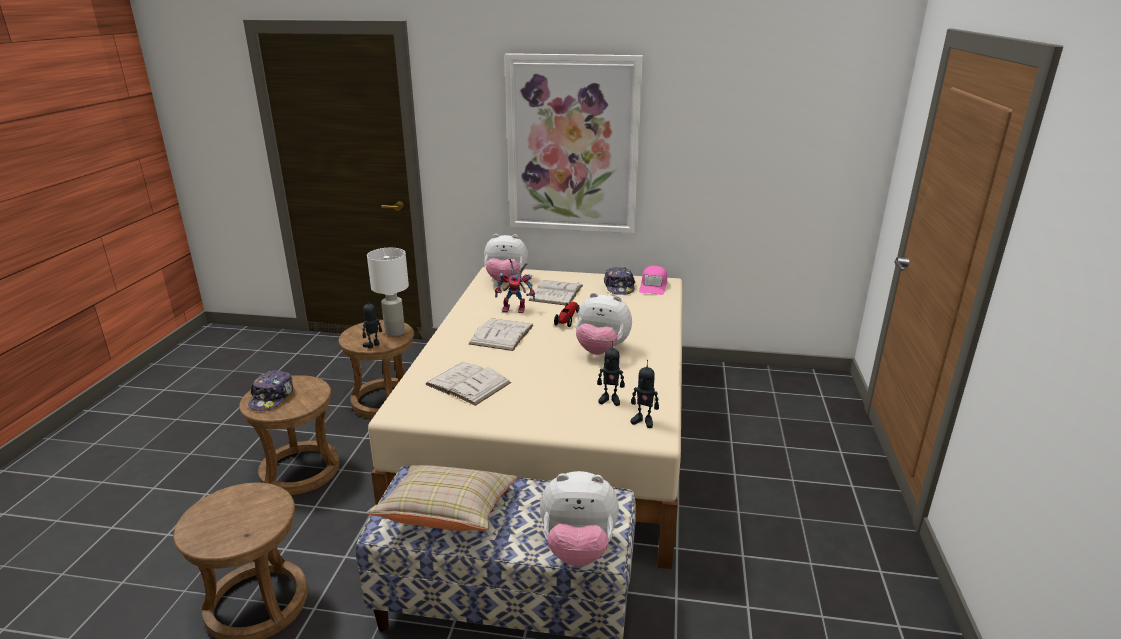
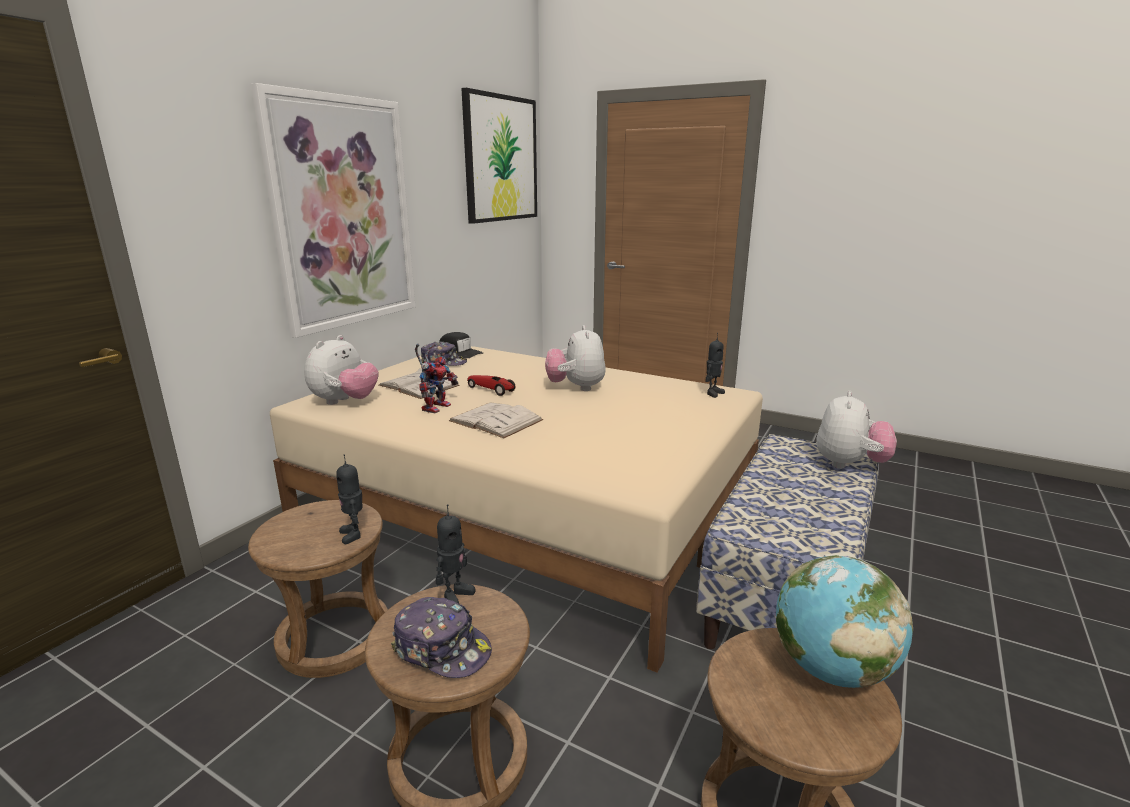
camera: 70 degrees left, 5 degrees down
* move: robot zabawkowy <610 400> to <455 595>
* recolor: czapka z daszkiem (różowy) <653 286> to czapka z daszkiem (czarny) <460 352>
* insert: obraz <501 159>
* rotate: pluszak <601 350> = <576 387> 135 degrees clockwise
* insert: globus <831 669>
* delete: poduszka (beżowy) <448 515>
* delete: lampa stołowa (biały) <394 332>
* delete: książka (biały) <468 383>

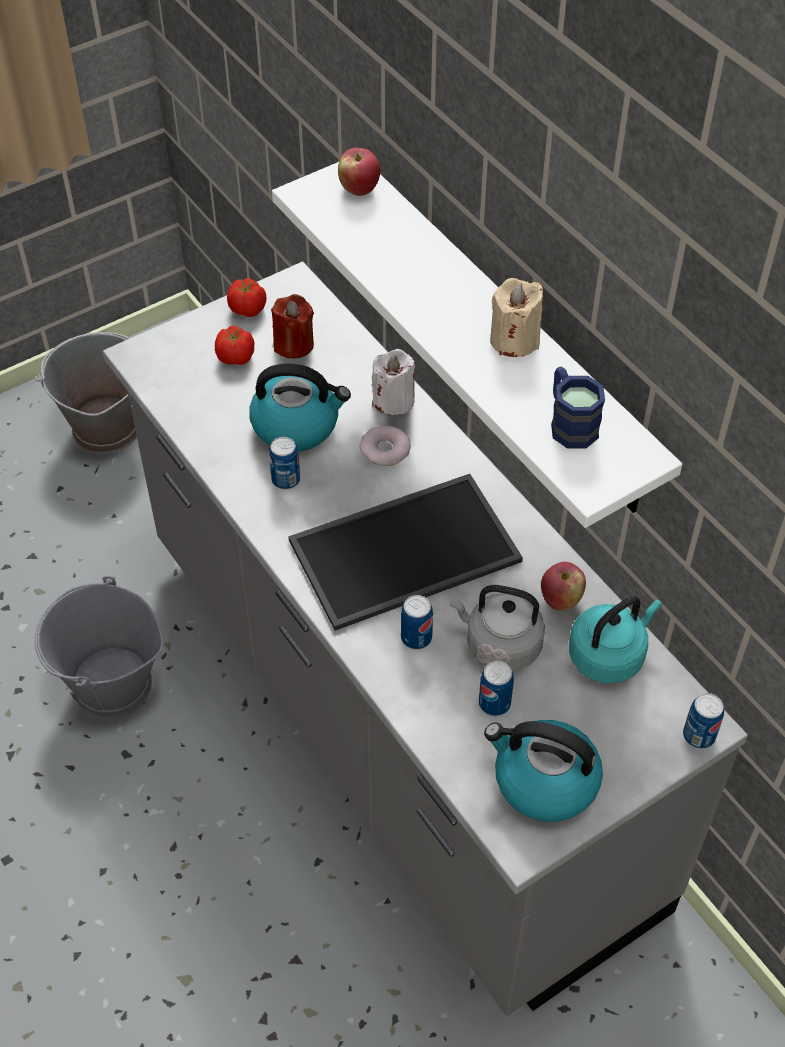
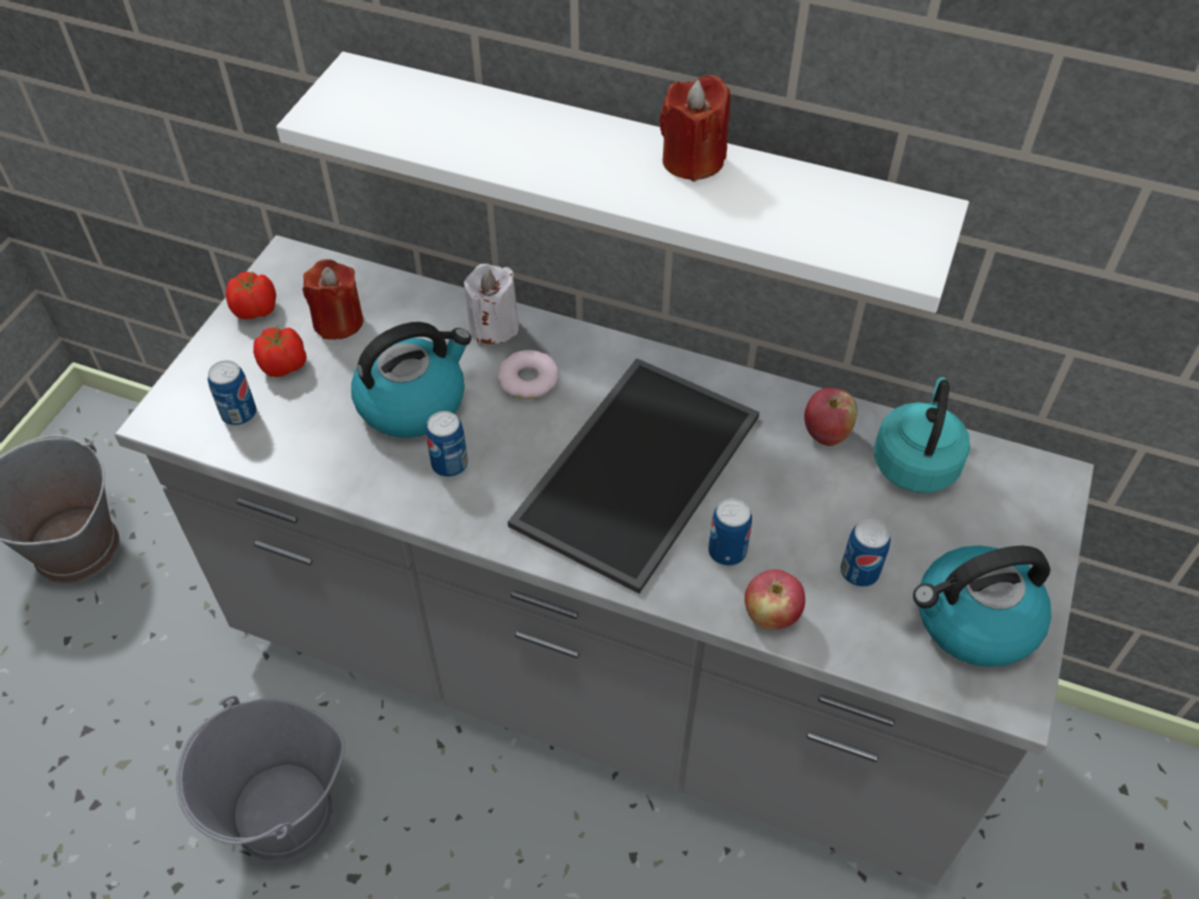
camera: 35 degrees left, 0 degrees up
* move: puszka <699 735> to <239 414>
* recolor: świeca (beżowy) <514 340> to świeca (czerwony) <693 161>
* move: jabłko <359 189> to <770 615>
* delete: czajnik (szary) <499 645>
* delete: kubek (niebieski) <569 423>

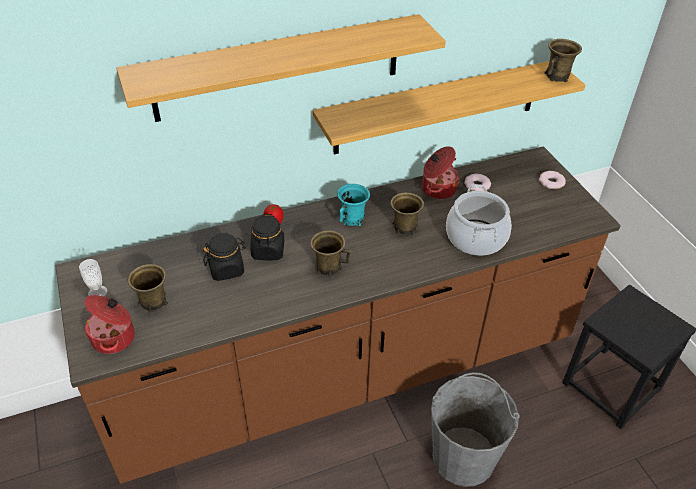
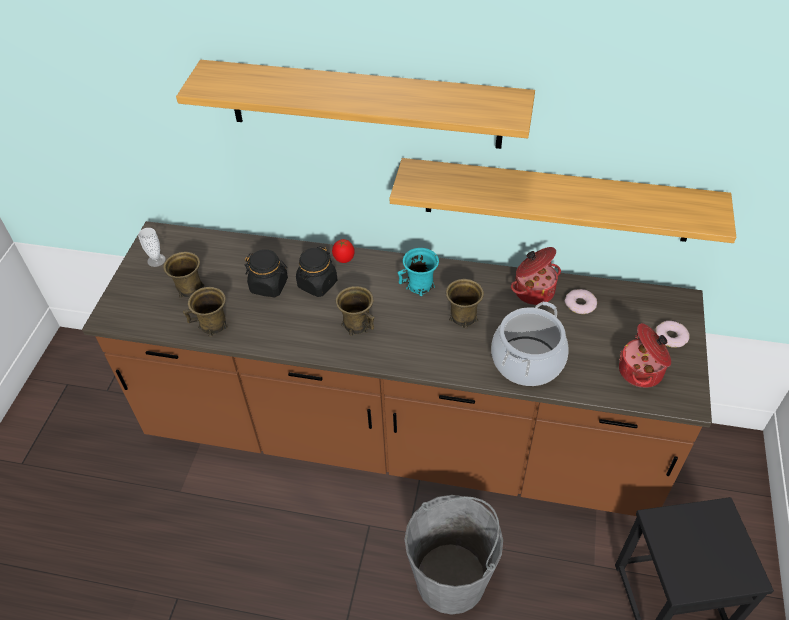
camera: 35 degrees right, 5 degrees up
* move: kubek (brązowy) <558 76> to <213 325>
* move: garnek <115 338> to <642 371>

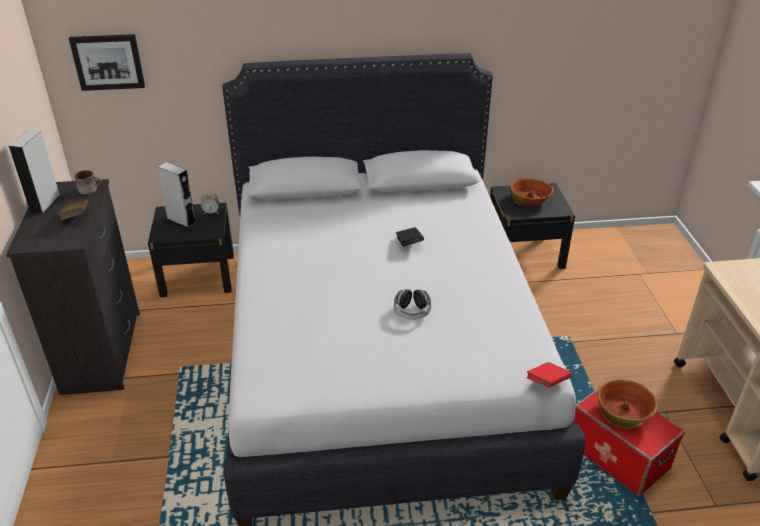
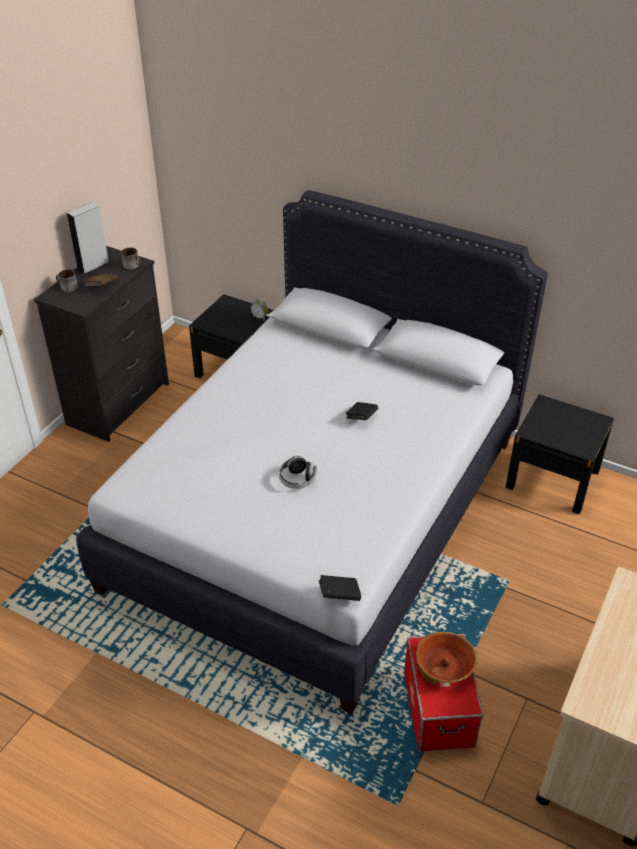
camera: 35 degrees right, 5 degrees up
* insert: kubek <67 287>
* recolor: książka (czerwony) <547 382> to książka (czarny) <339 595>
* delete: obraz <108 62>
* delete: głośnik (szary) <181 220>
* delete: miska <530 199>

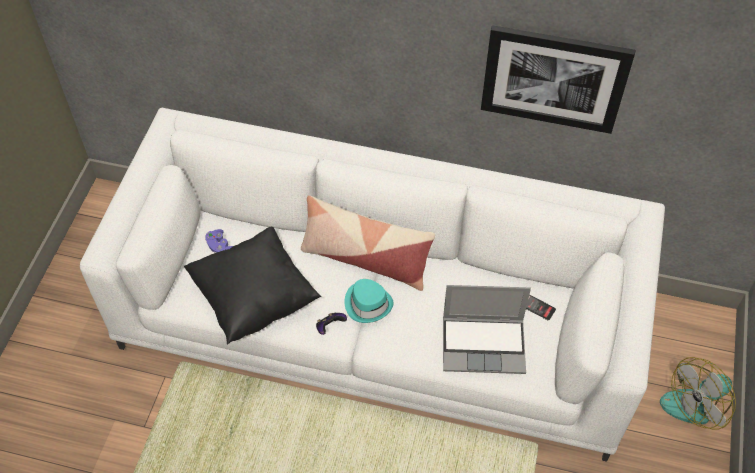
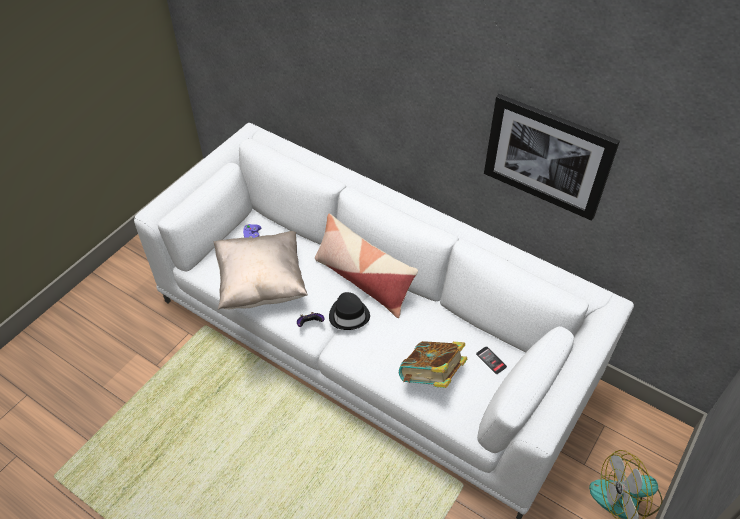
camera: 20 degrees right, 5 degrees down
* recolor: poduszka (czarny) <254 298> to poduszka (beżowy) <261 284>
* recolor: kapelusz (turkusowy) <368 303> to kapelusz (czarny) <349 315>
* replace: laptop <484 344> to książka <431 377>

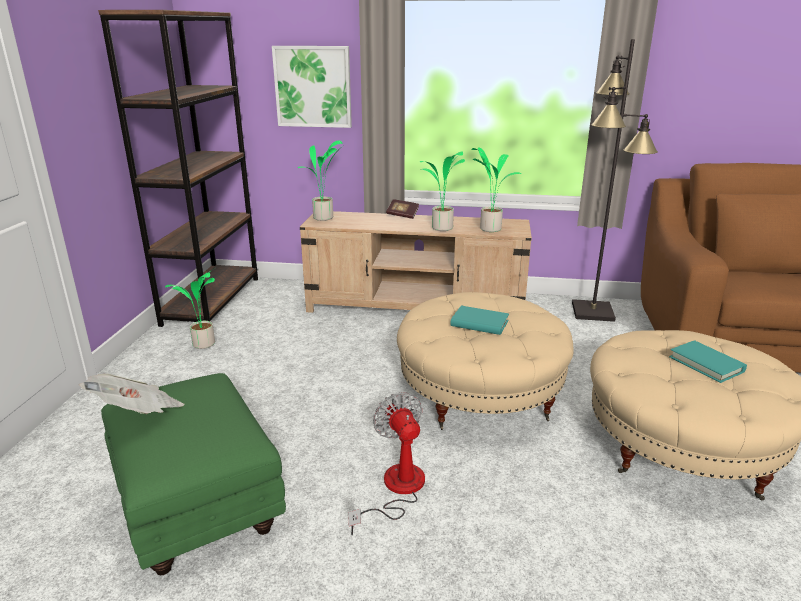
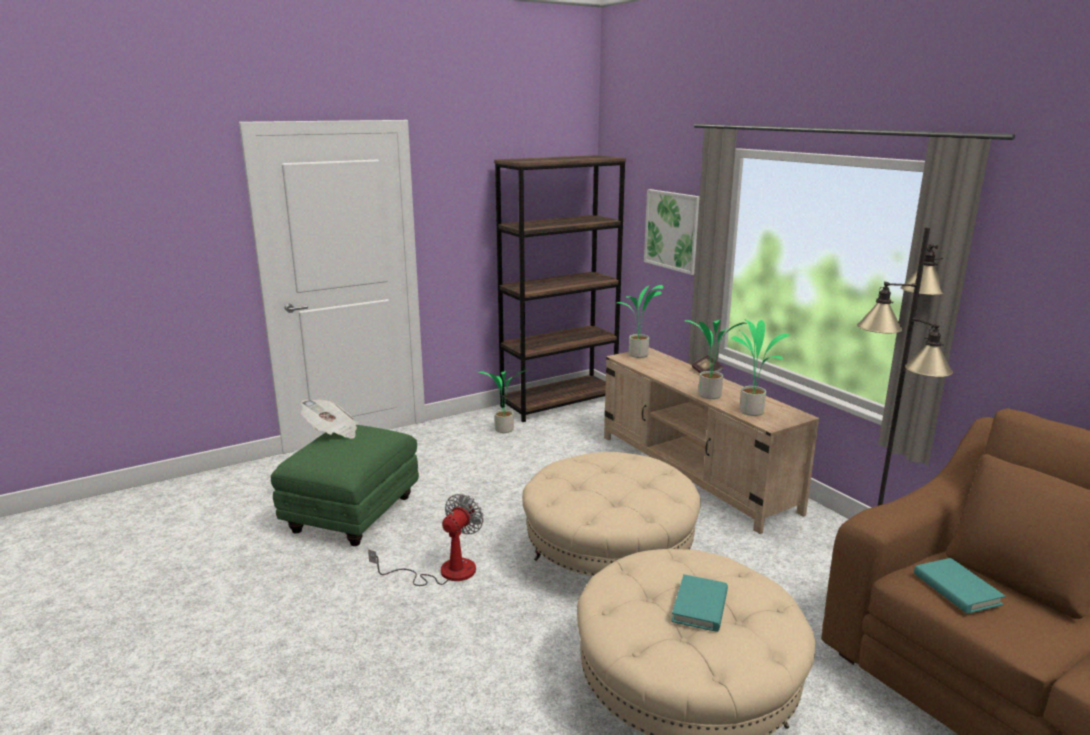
camera: 50 degrees right, 5 degrees down
* move: książka (turkusowy) <479 323> to <956 589>

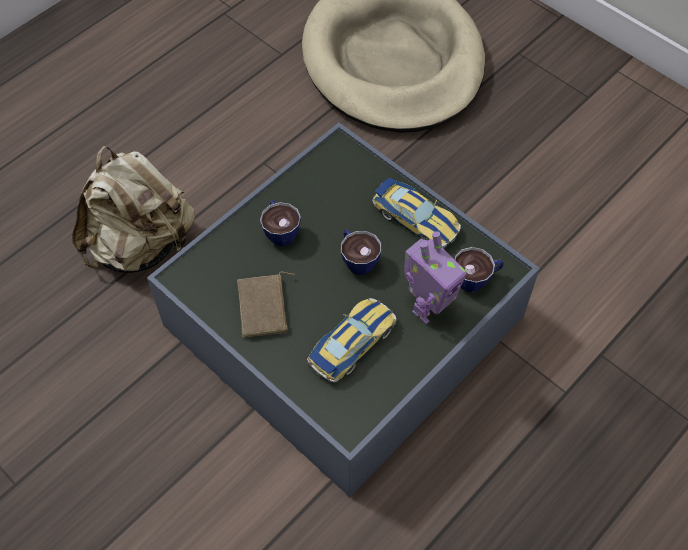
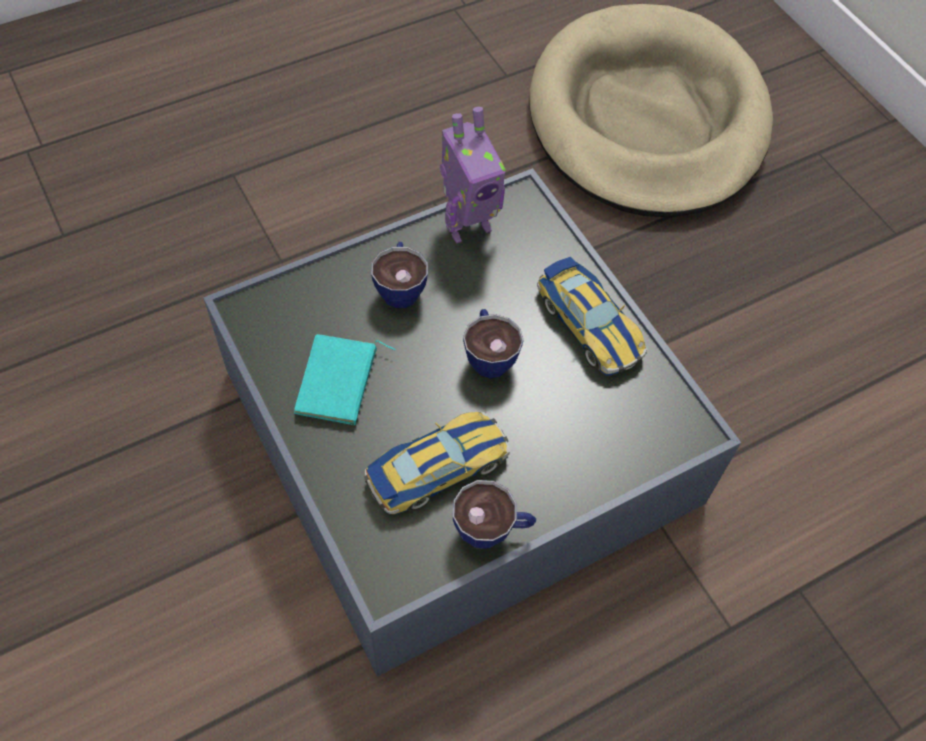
camera: 15 degrees right, 0 degrees up
* recolor: książka (brązowy) <265 308> to książka (turkusowy) <339 383>
* move: robot zabawkowy <427 307> to <467 226>
* move: filiżanka <476 279> to <492 530>
* delete: plecak (beżowy) <141 245>

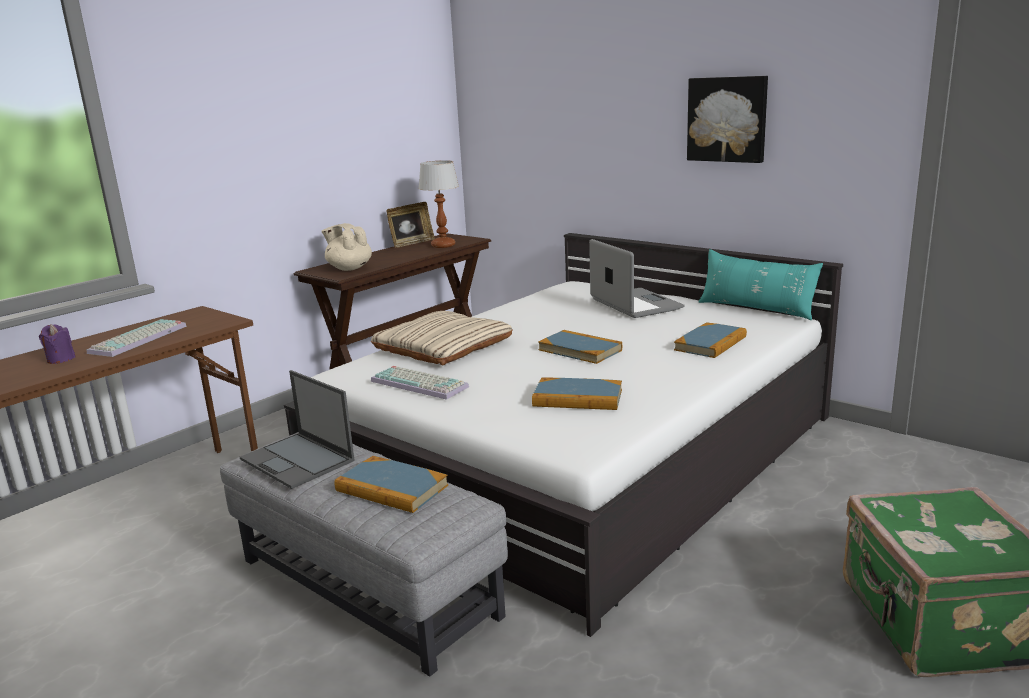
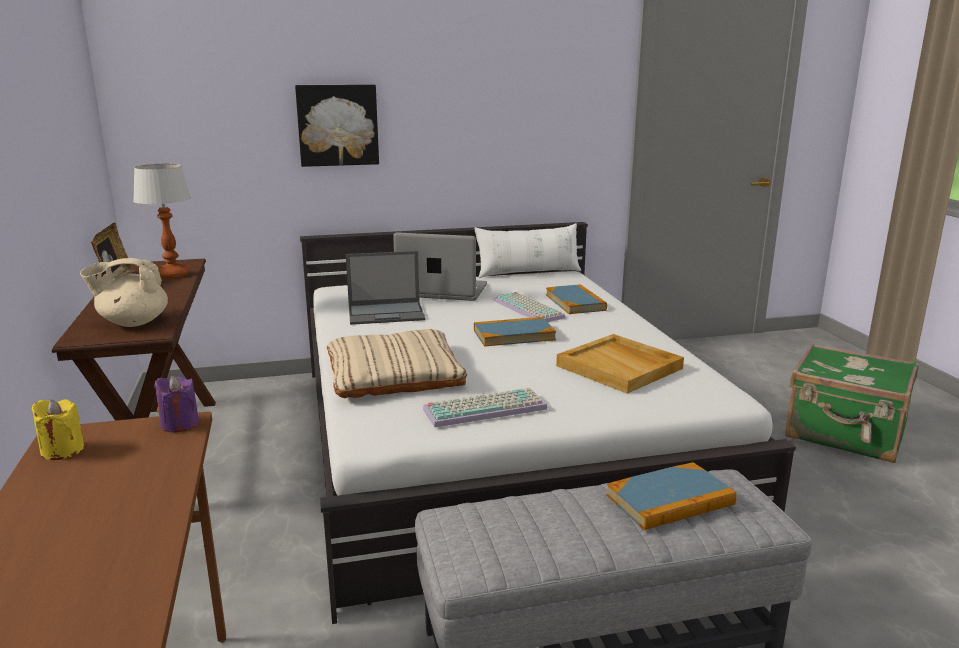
camera: 55 degrees left, 0 degrees up
* insert: świeca (żółty) <62 450>
* move: świeca (fioletowy) <61 359> to <179 424>
* move: obraz <727 119> to <337 125>
* move: laptop <298 460> to <387 313>
* recolor: poduszka (turkusowy) <756 309> to poduszka (biały) <528 273>
* move: klawiatura <139 340> to <530 309>
* replace: książka <577 398> to taca (beżowy) <620 367>

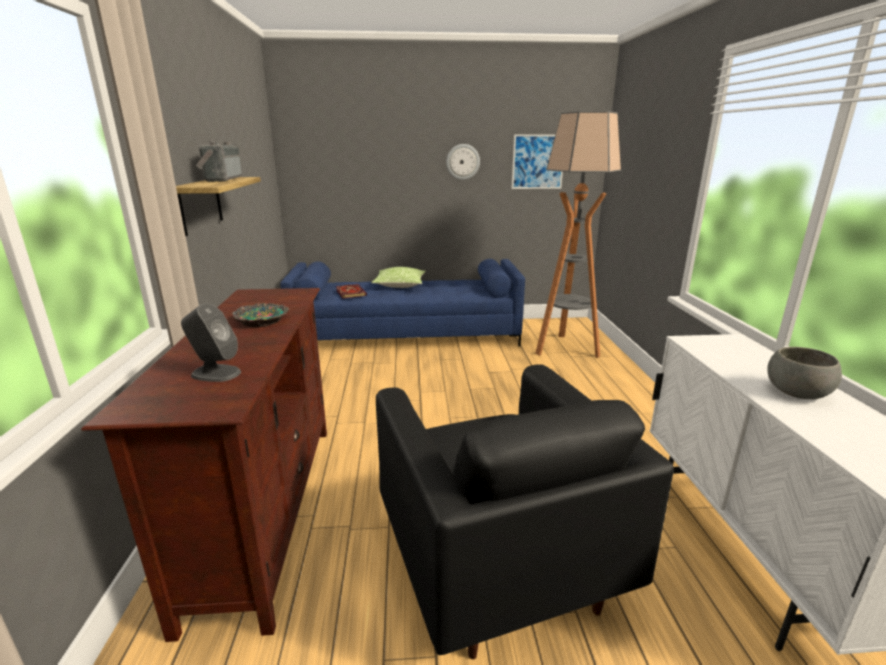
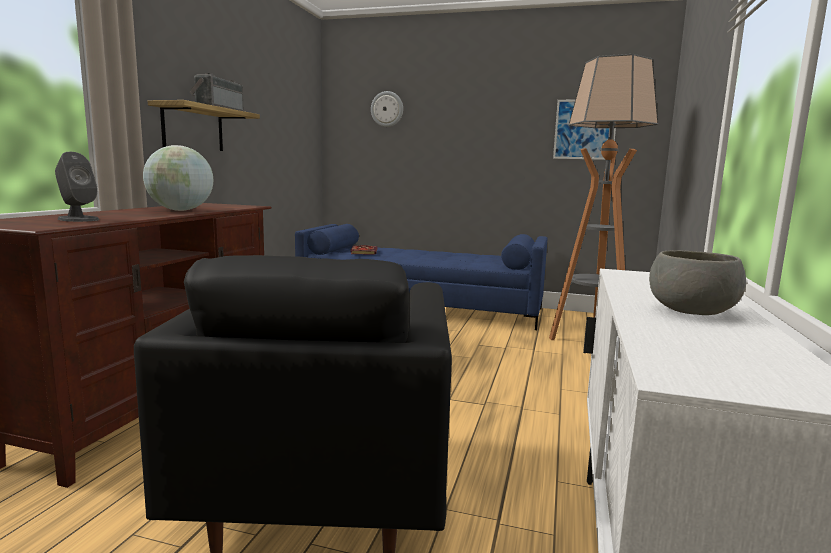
camera: 20 degrees right, 10 degrees down
* replace: miska <263 320> to globus <181 210>
* move: zegar ścienny <462 162> to <387 109>
* delete: poduszka <400 285>

